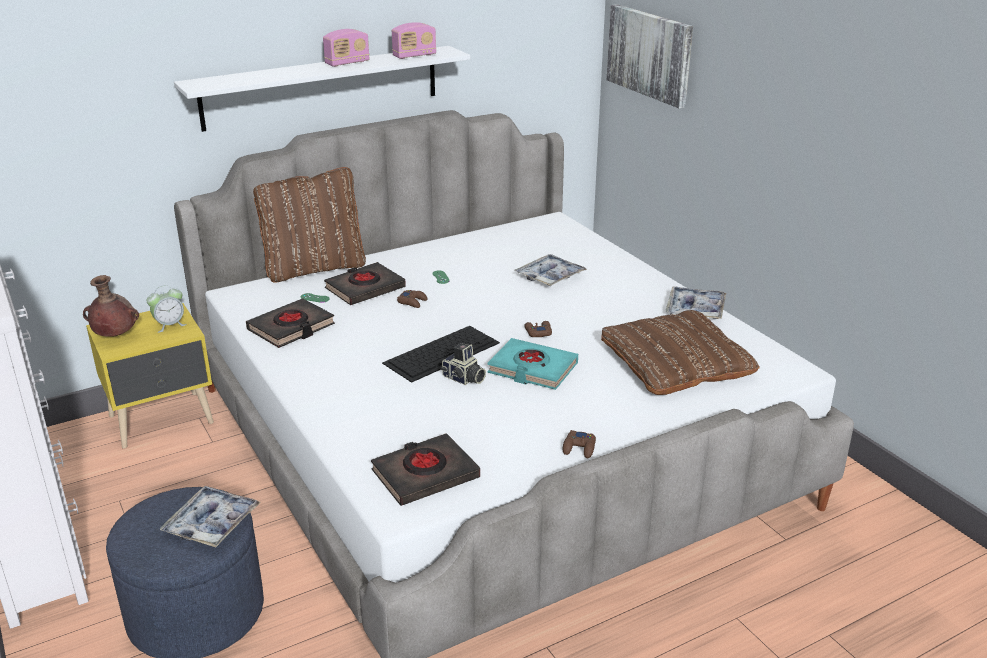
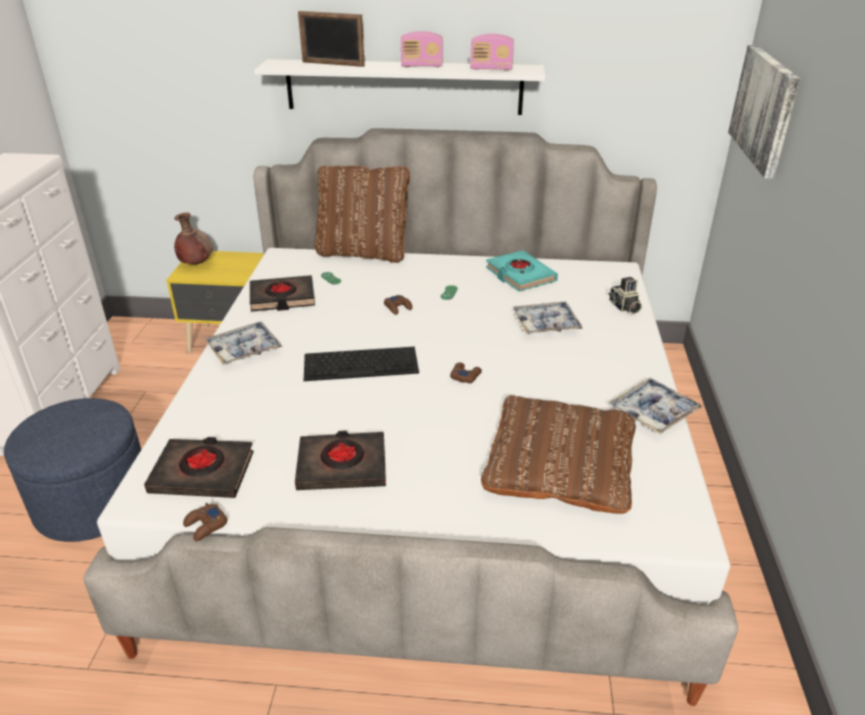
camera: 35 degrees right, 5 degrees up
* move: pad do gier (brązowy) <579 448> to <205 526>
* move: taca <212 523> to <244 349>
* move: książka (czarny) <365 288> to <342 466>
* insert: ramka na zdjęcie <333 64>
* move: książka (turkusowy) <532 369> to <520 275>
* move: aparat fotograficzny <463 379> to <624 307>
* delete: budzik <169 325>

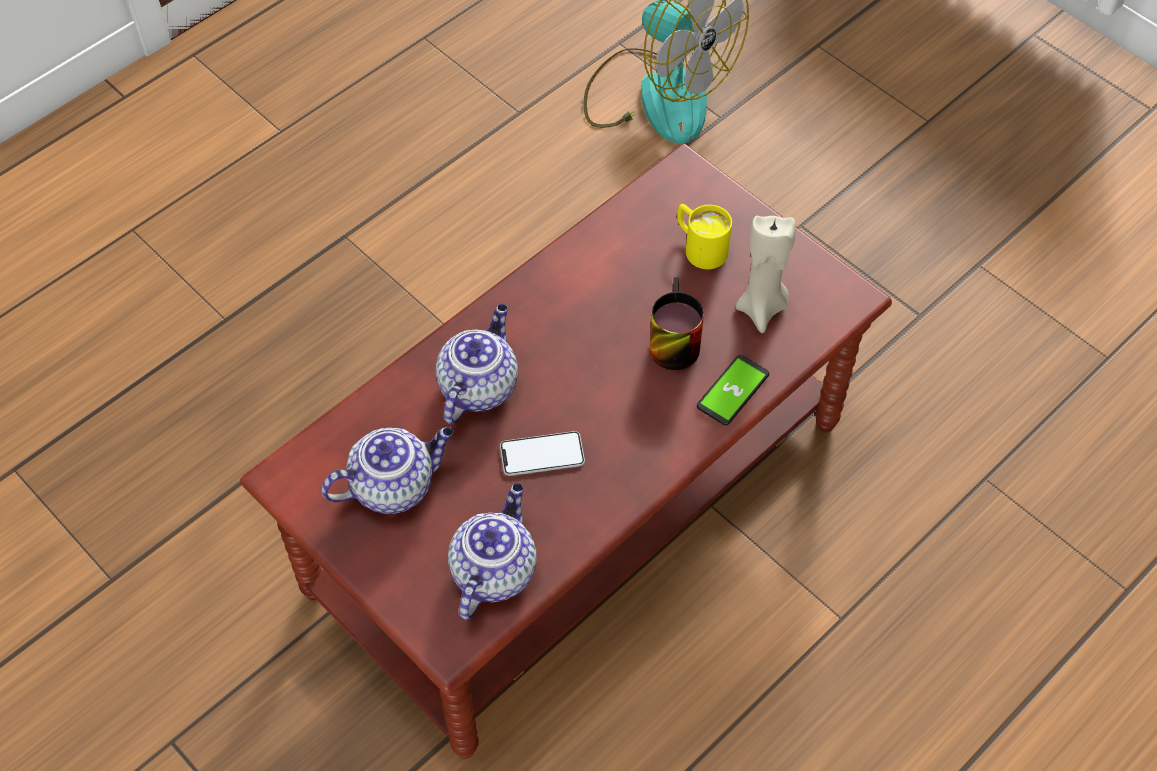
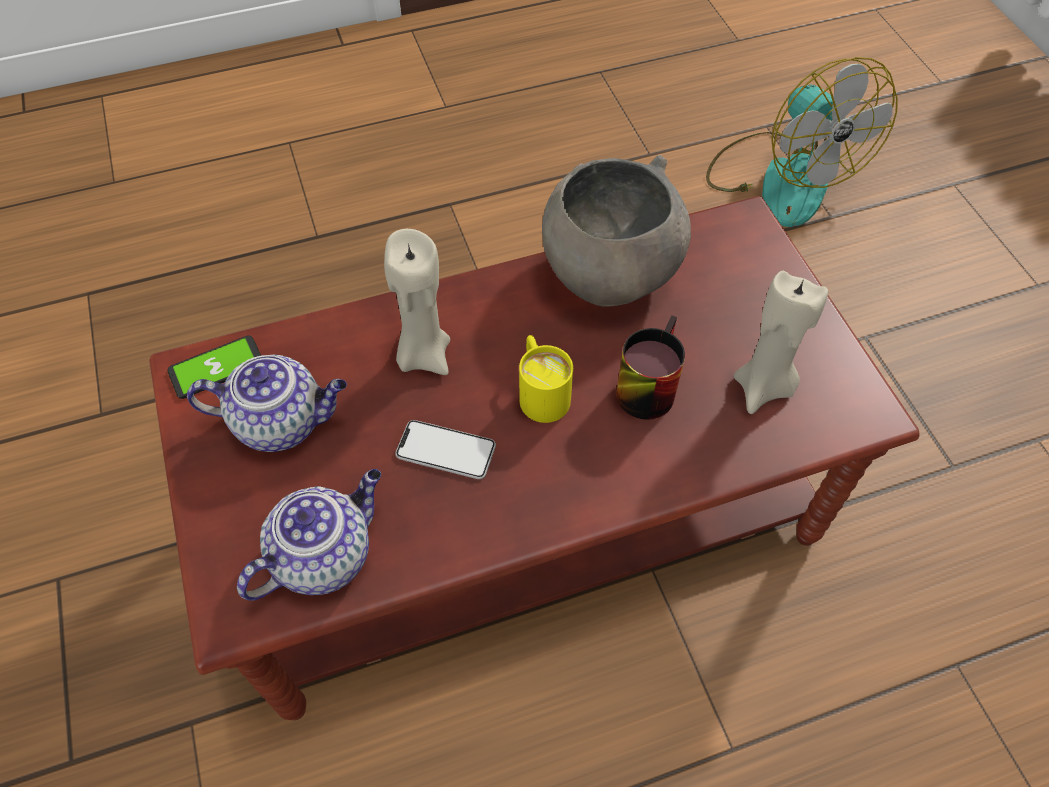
camera: 25 degrees right, 0 degrees up
* move: telefon <732 390> to <216 368>
* replace: imbryk <478 386> to świeca (beżowy) <423 354>
* move: kubek (żółty) <699 247> to <540 391>
* insert: miska (szary) <609 275>

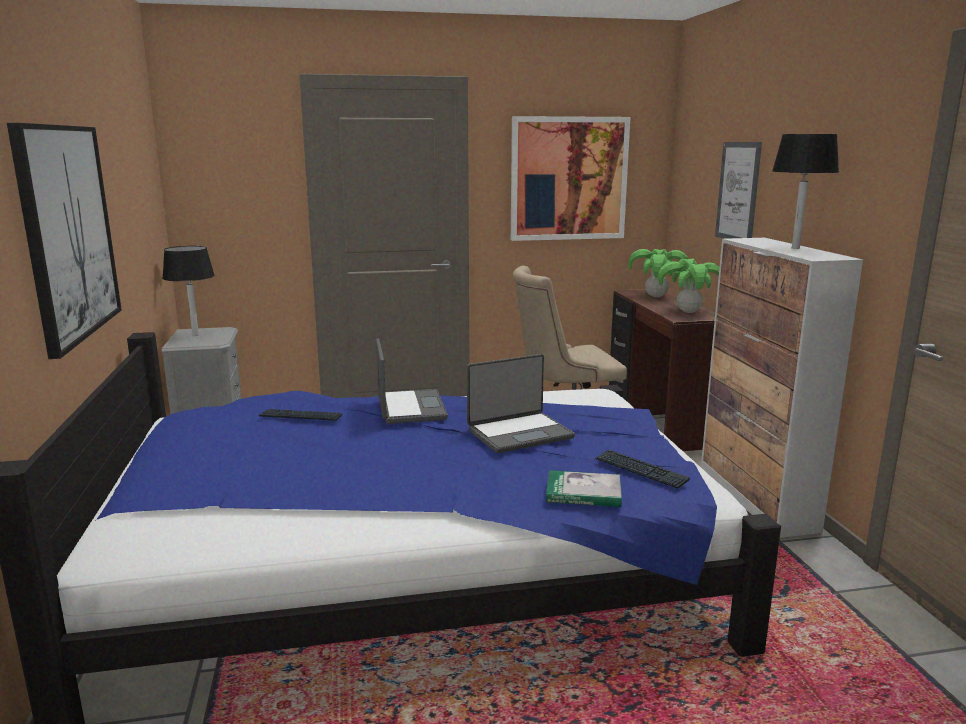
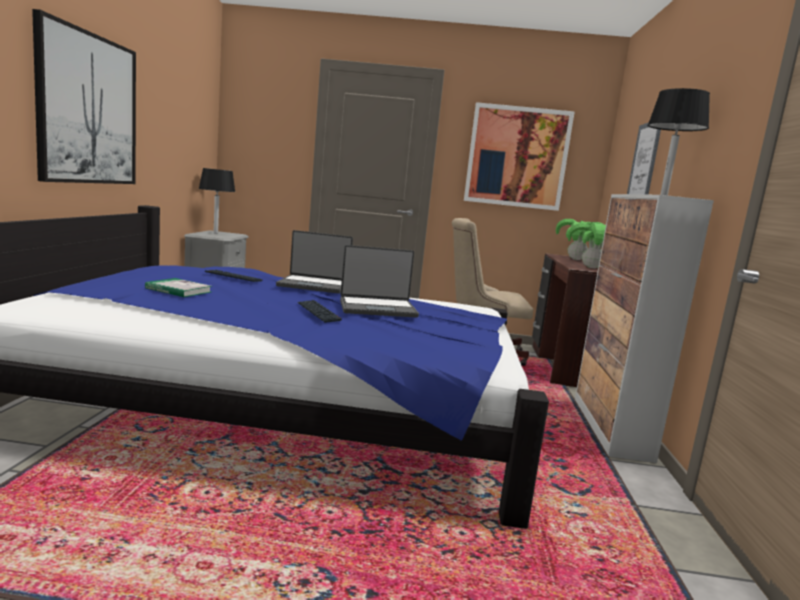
camera: 15 degrees right, 5 degrees down
* move: książka <583 492> to <178 290>
* rotate: laptop <409 408> = <314 285> 90 degrees clockwise
* move: klawiatura <640 470> to <318 312>

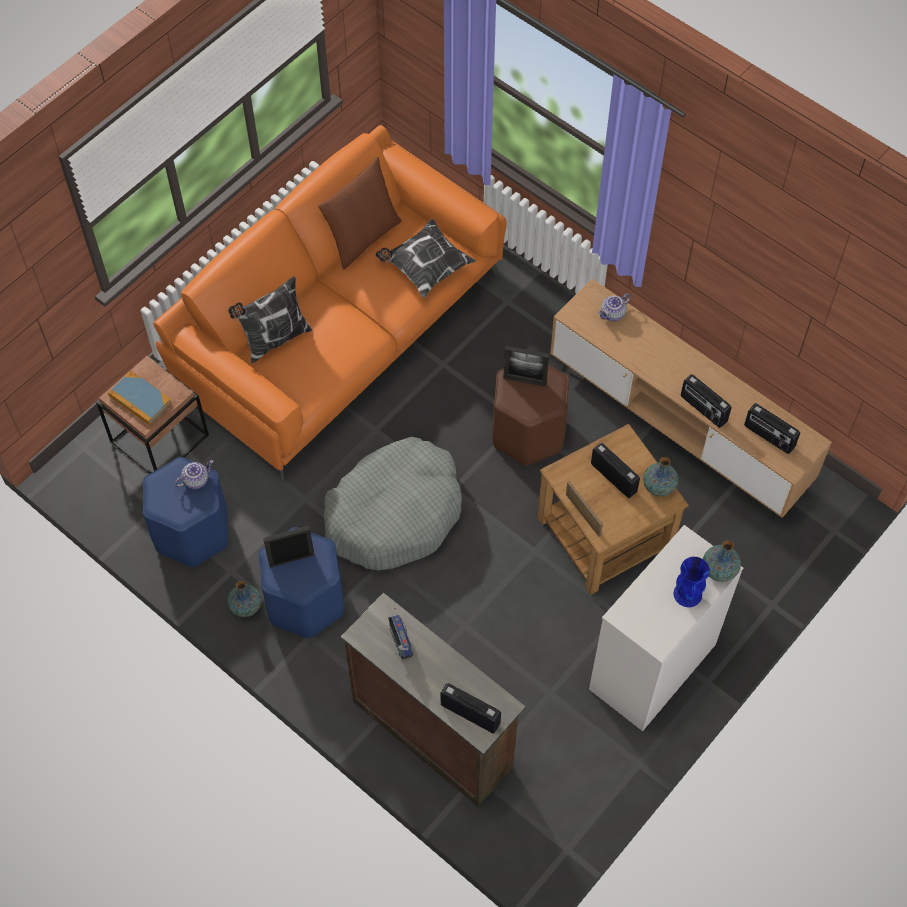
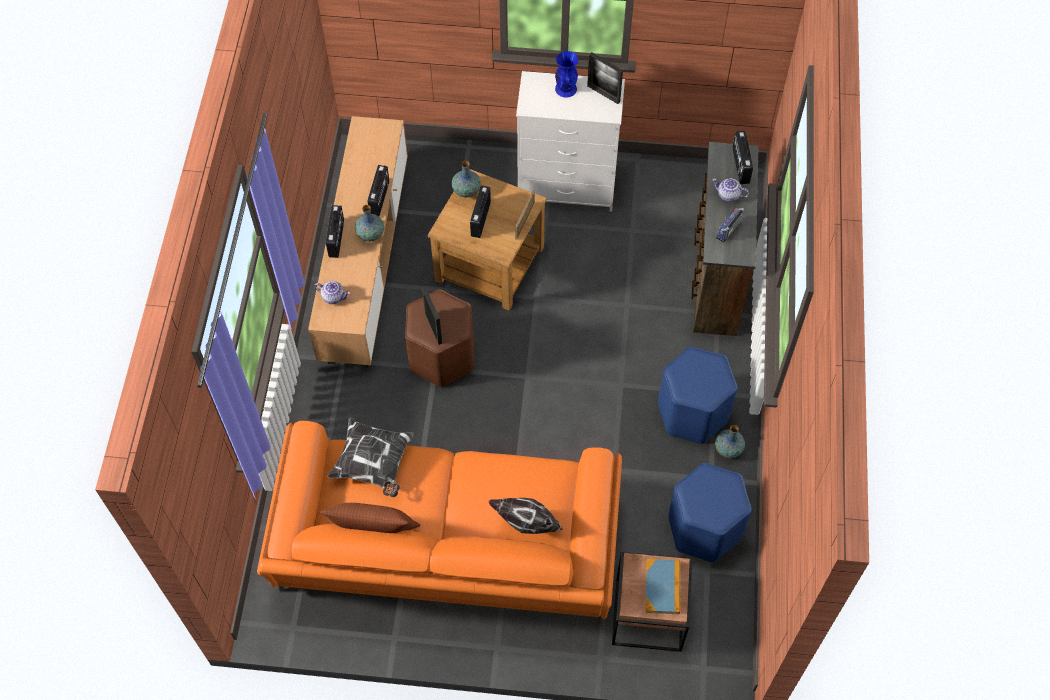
camera: 125 degrees left, 0 degrees up
* move: radio <768 437> to <337 239>
* move: wazon <719 570> to <370 234>
* move: ramka na zdjęcie <291 559> to <603 94>
* move: imbryk <196 479> to <728 195>
* delete: legowisko (szary) <394 513>

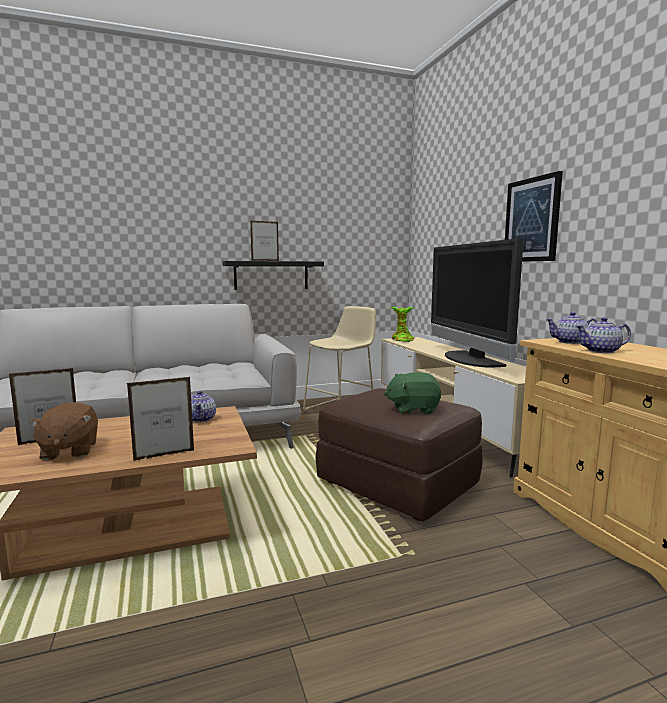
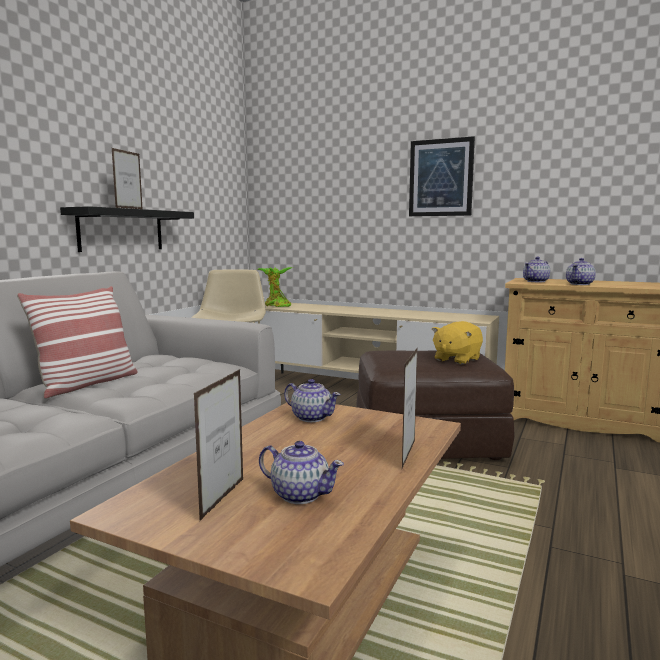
camera: 45 degrees left, 0 degrees up
* insert: poduszka <87 384>
* replace: pluszak (brązowy) <69 451> to imbryk <300 494>
* recolor: pluszak (zielony) <413 409> to pluszak (żółty) <456 359>
* delete: telewizor <468 359>

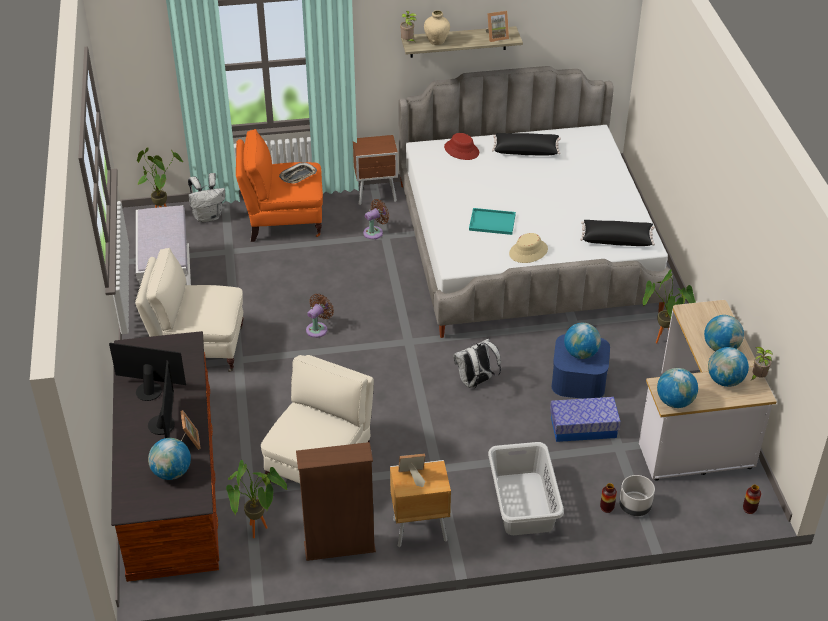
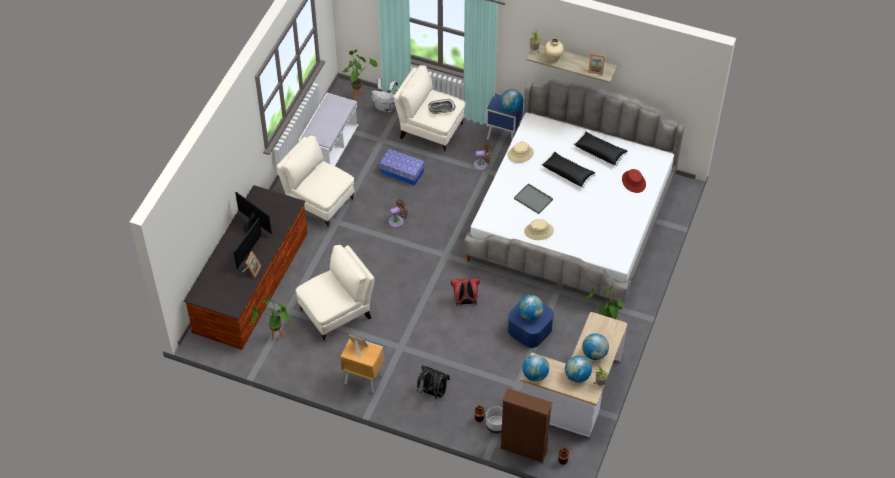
camera: 30 degrees right, 10 degrees up
* move: pojemnik do przechowywania <583 427> to <402 172>
* recolor: fotel (pomarańczowy) <283 221> to fotel (beżowy) <430 131>
* replace: kosz na pranie (szary) <522 504> to plecak (czarny) <433 392>
* recolor: plecak (biały) <475 382> to plecak (czerwony) <465 302>
* recolor: szafka nocna (brązowy) <377 195> to szafka nocna (niebieski) <504 136>
* move: globus <171 472> to <511 108>
* move: regał (brązowy) <339 547> to <523 449>
* insert: kapelusz (beżowy) <520 154>
* recolor: taca (turkusowy) <493 222> to taca (szary) <534 199>
* move: poduszka (czarny) <616 239> to <568 173>
* move: kapelusz (czerwony) <461 150> to <634 182>

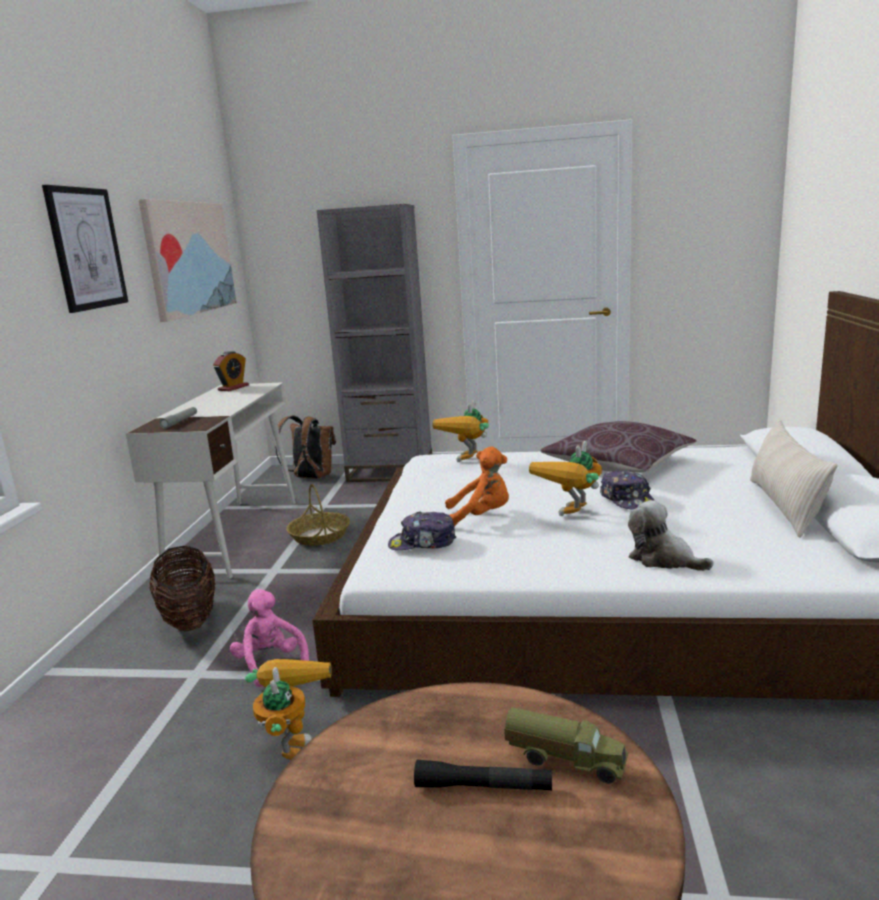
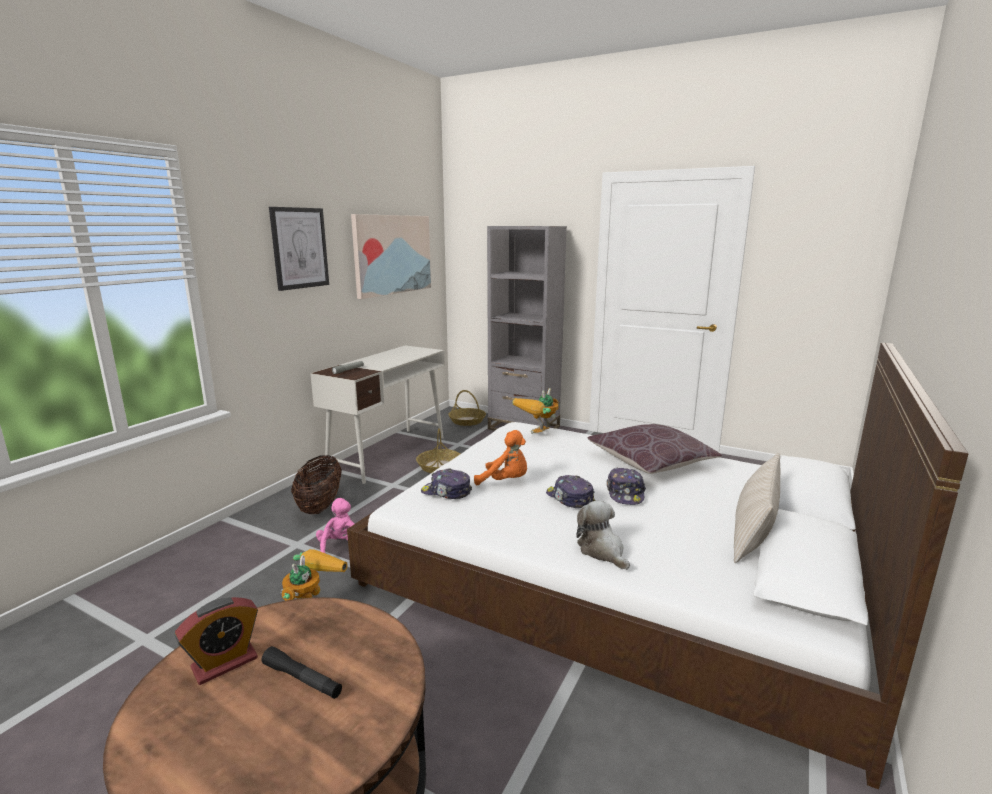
camera: 20 degrees right, 0 degrees up
* move: budzik <233 388> to <224 663>
* replace: plecak (brązowy) <310 478> to koszyk <467 421>
* replace: robot zabawkowy <573 518> to czapka z daszkiem <569 499>
* delete: ciężarówka zabawkowa <566 760>

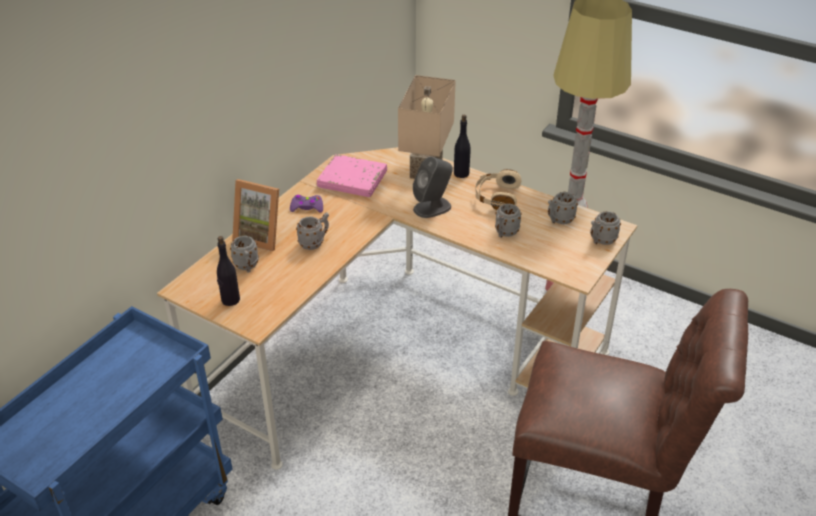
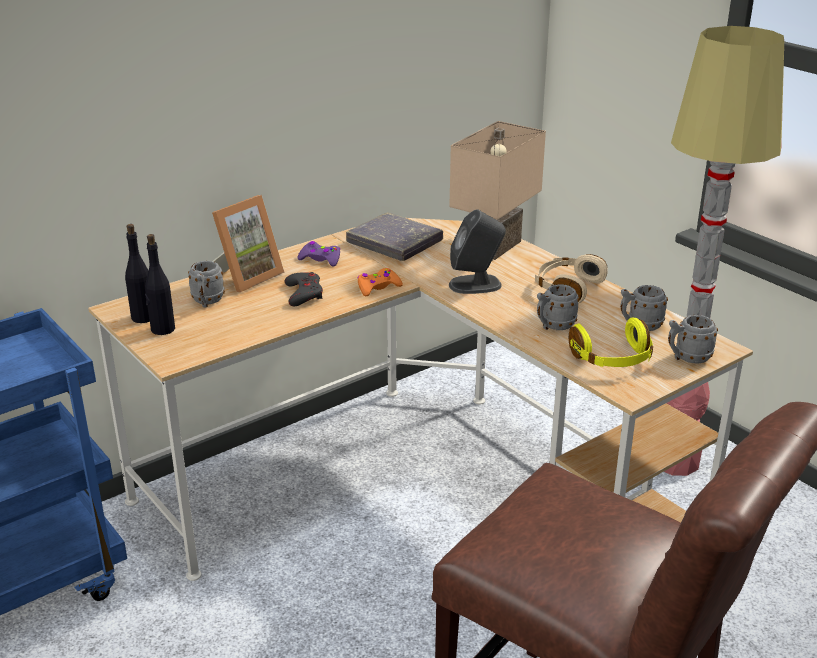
camera: 20 degrees right, 10 degrees down
* move: butelka (czarny) <461 173> to <143 317>
* rotate: ramka na zdjęcie <261 236> = <246 276> 90 degrees counterclockwise
* replace: kubek (szary) <315 243> to pad do gier (szary) <304 293>
* recolor: książka (różowy) <352 180> to książka (szary) <394 242>
* insert: pad do gier (pomarańczowy) <378 287>
* insert: słuchawki (żółty) <612 359>

